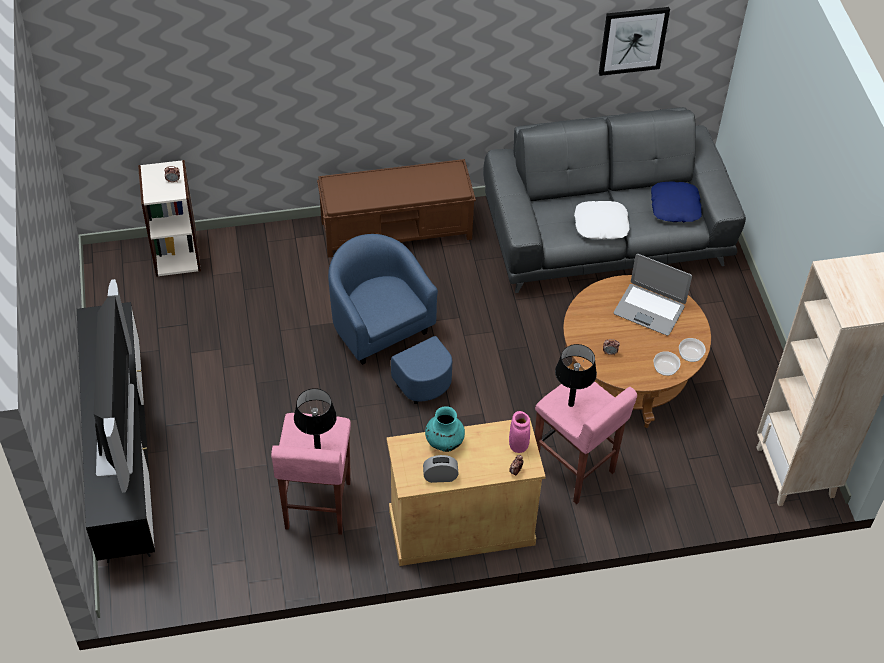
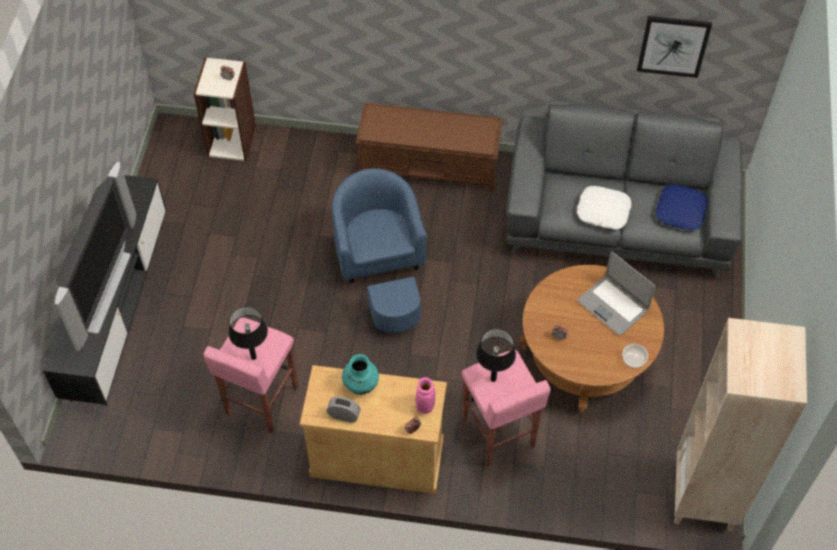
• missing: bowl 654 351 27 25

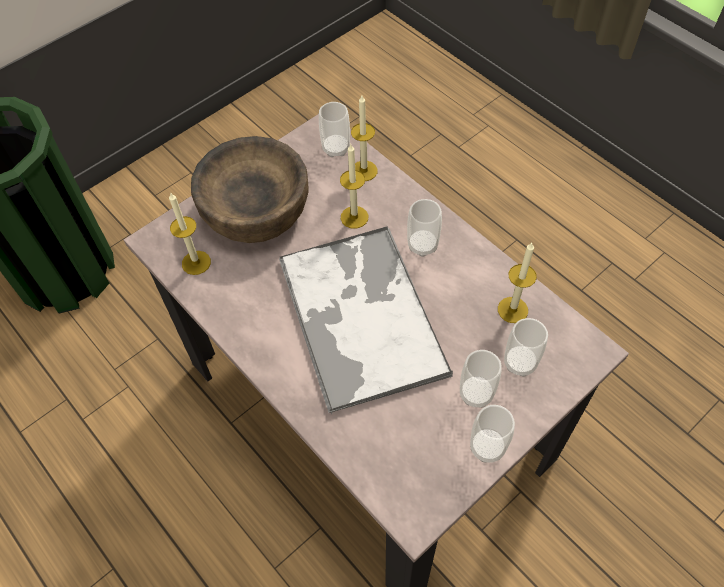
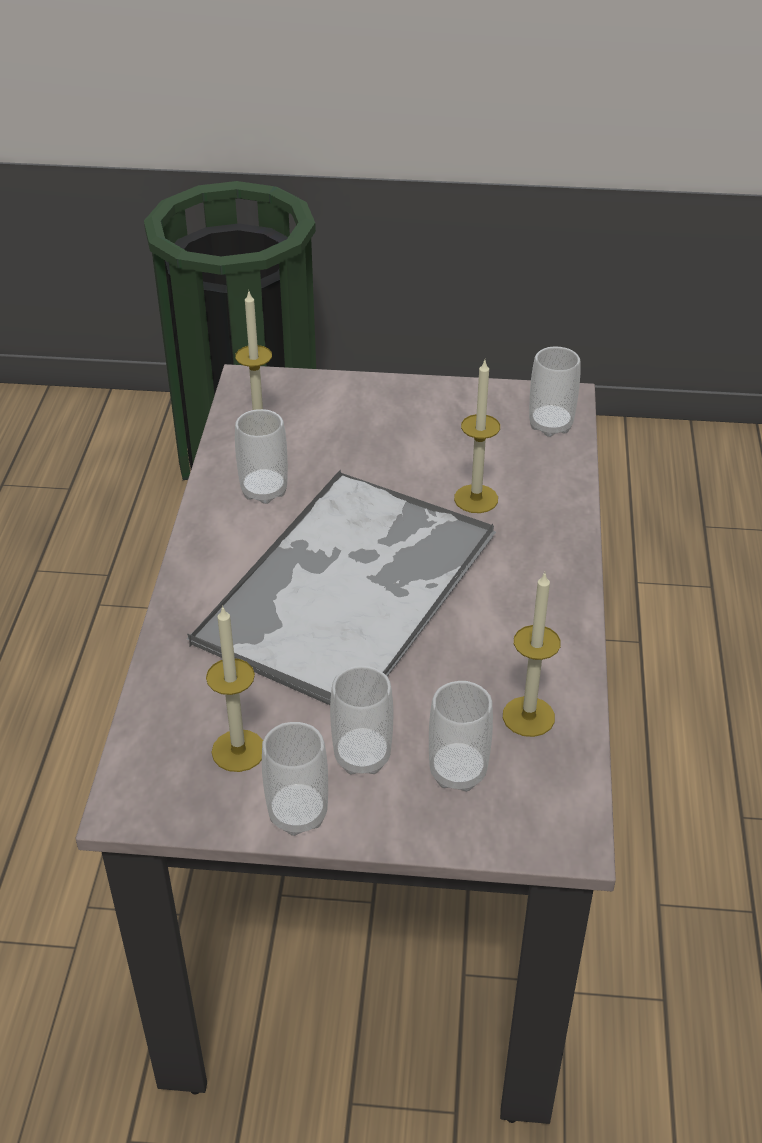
• relocated: candle 351 96 27 85 to 206 605 57 167
• relocated: cup 407 199 35 58 to 235 409 53 95
• missing: brown bowl 191 136 117 107

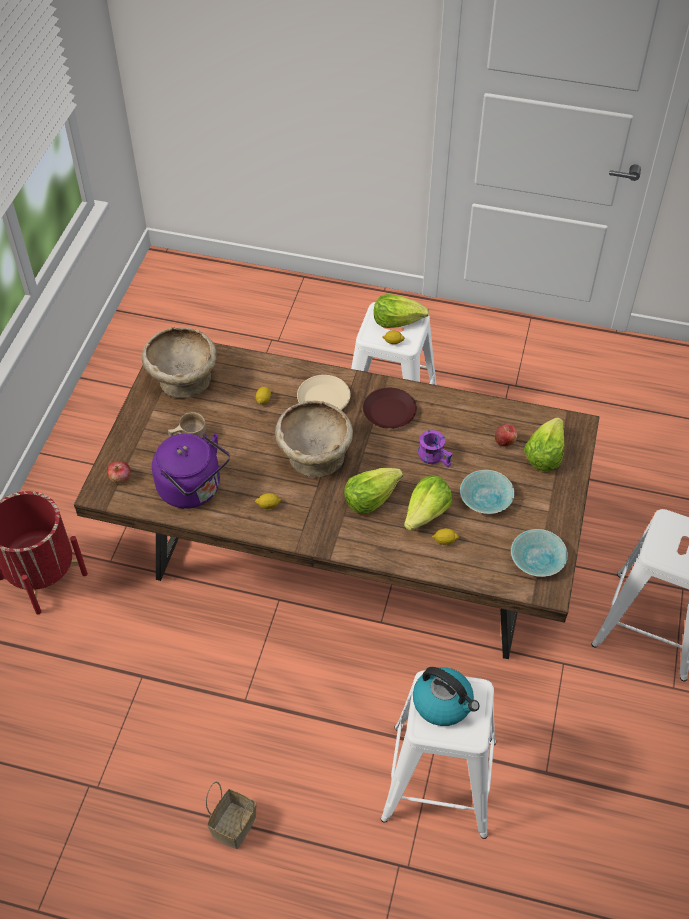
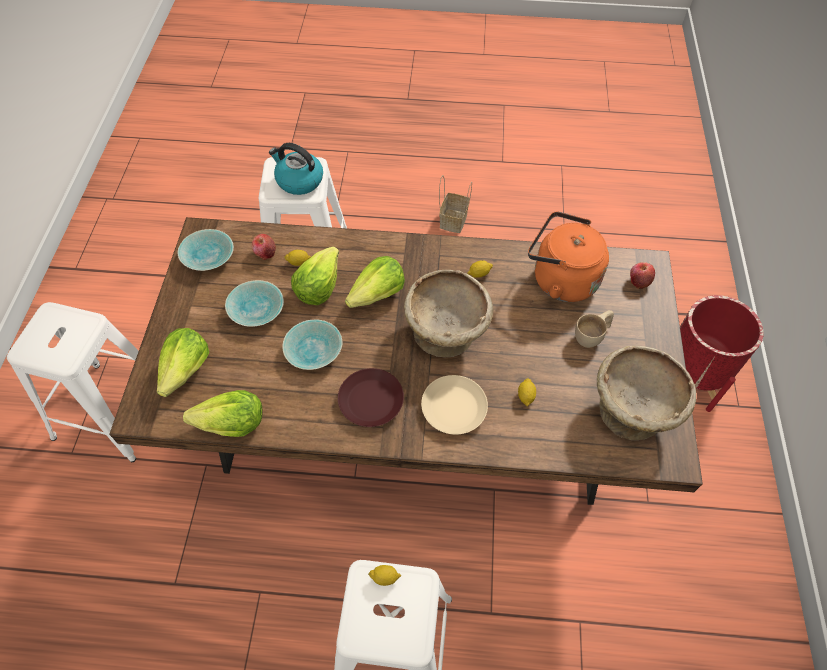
• relocated: lettuce 374 294 55 34 to 183 390 79 47
• relocated: apple 495 424 23 23 to 251 234 25 26
• exchanged: purple mug 418 430 35 37 to turquoise bowl 282 320 60 50
• colour: purple kettle 152 434 78 75 to orange kettle 528 211 81 91

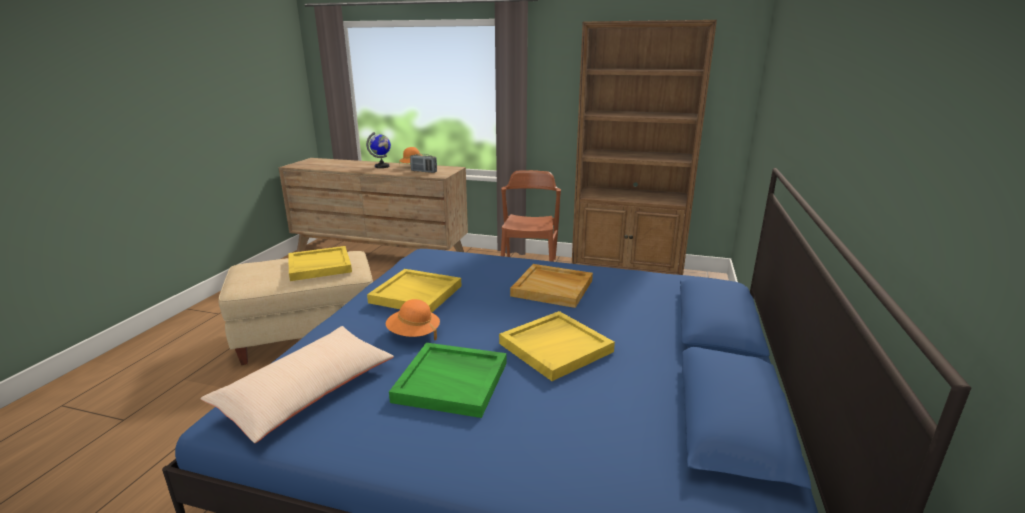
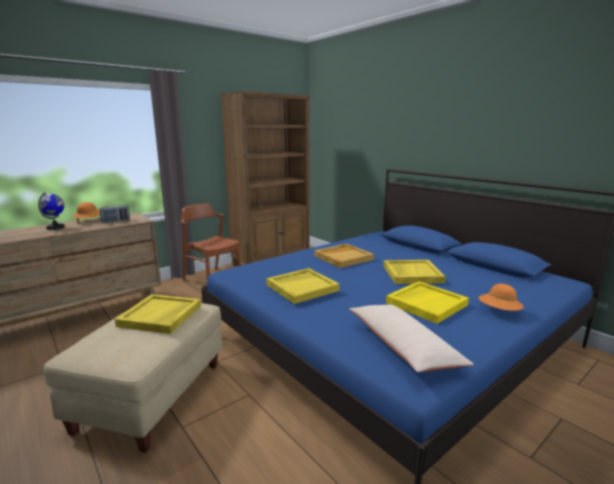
• colour: green tray 389 343 118 75 to yellow tray 386 281 83 43
• relocated: orange hat 386 299 54 41 to 478 284 46 27

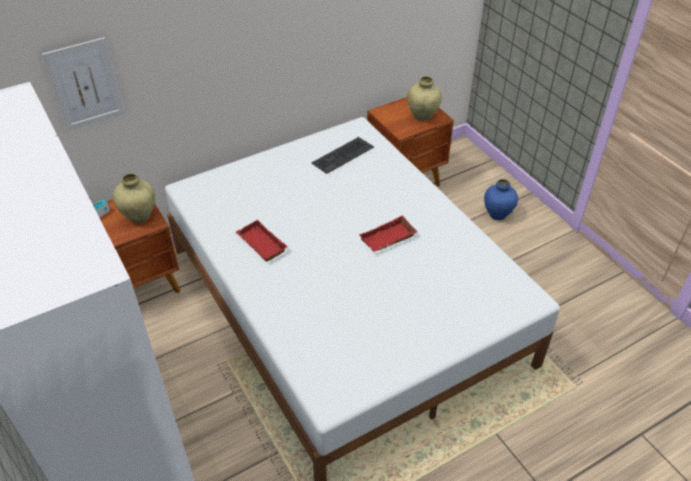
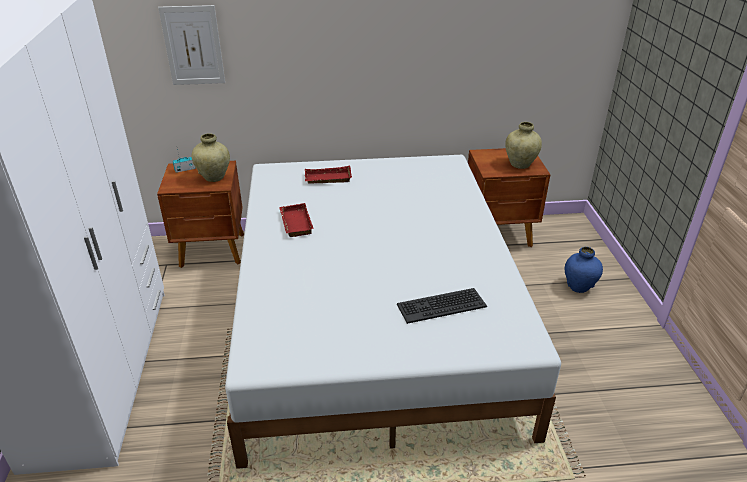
• relocated: red tray 359 215 58 37 to 305 166 47 17
• relocated: keyboard 312 137 62 37 to 397 288 90 36

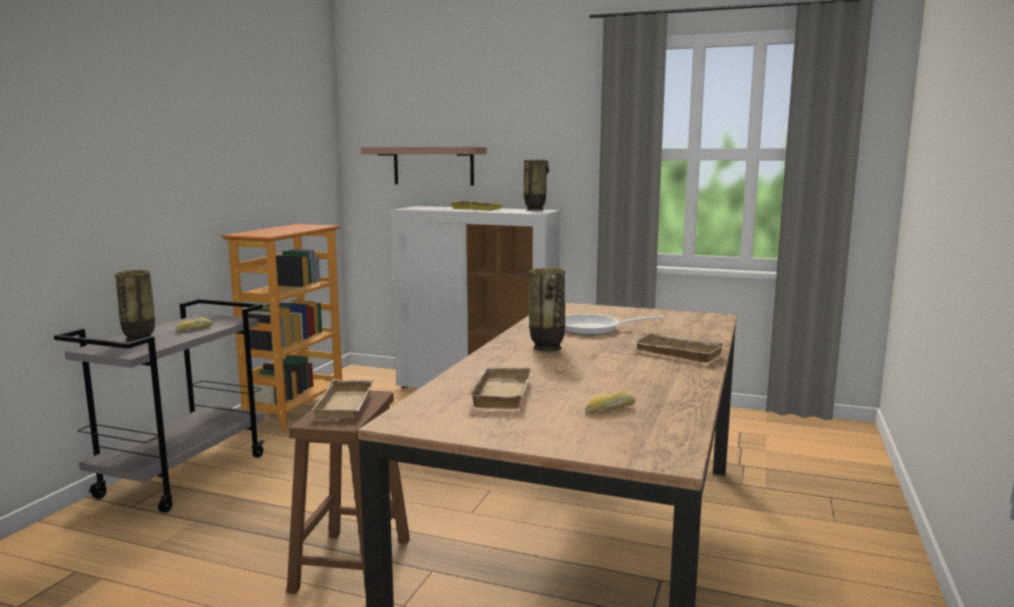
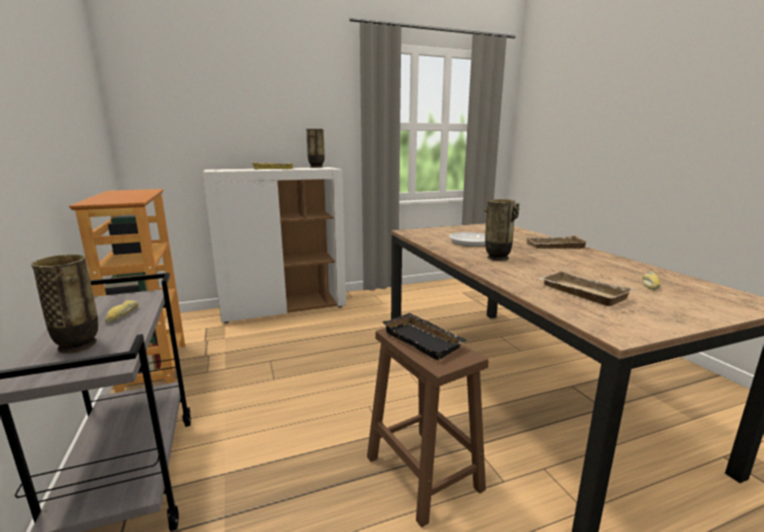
• colour: beige tray 311 379 64 40 to black tray 382 313 86 47
• missing: shelf 361 147 126 39

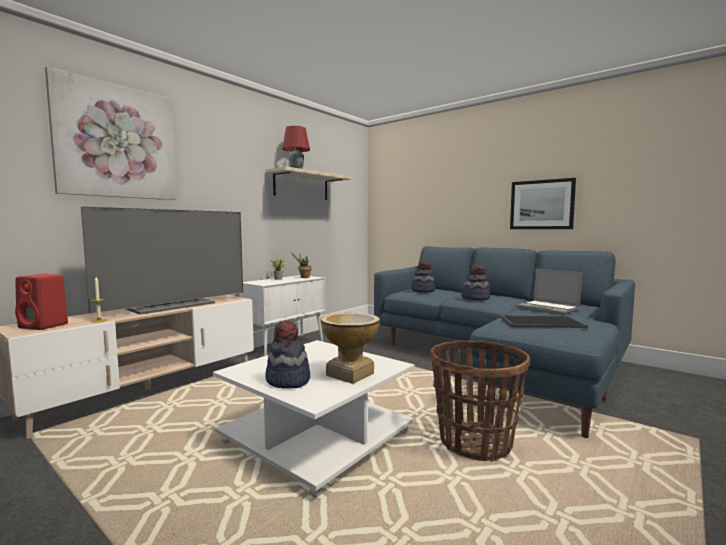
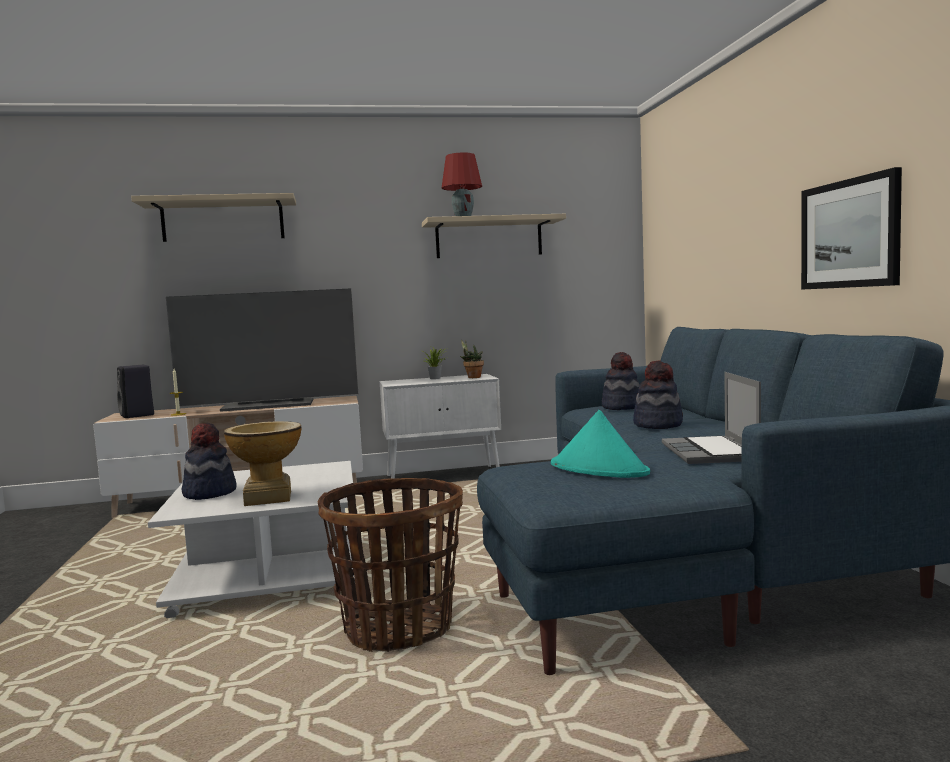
• colour: red speaker 15 274 53 56 to black speaker 117 365 37 53
• exchanged: picture 45 67 132 133 to beige shelf 131 193 165 49
• exchanged: tray 500 315 88 13 to turquoise hat 551 410 99 68

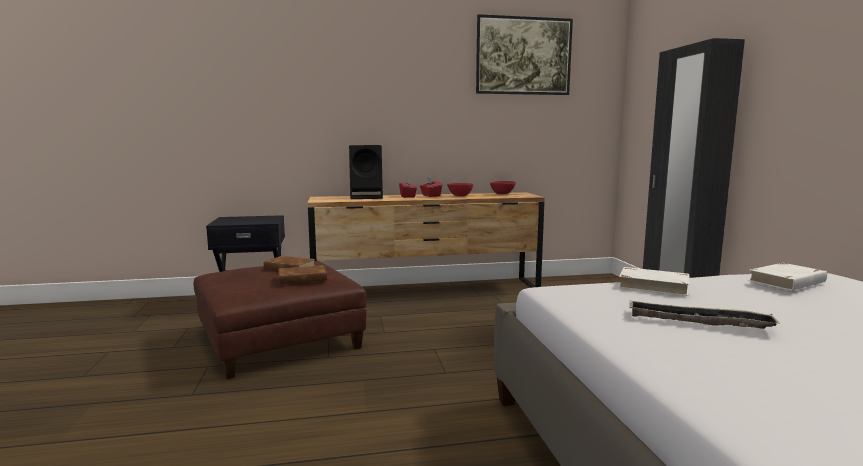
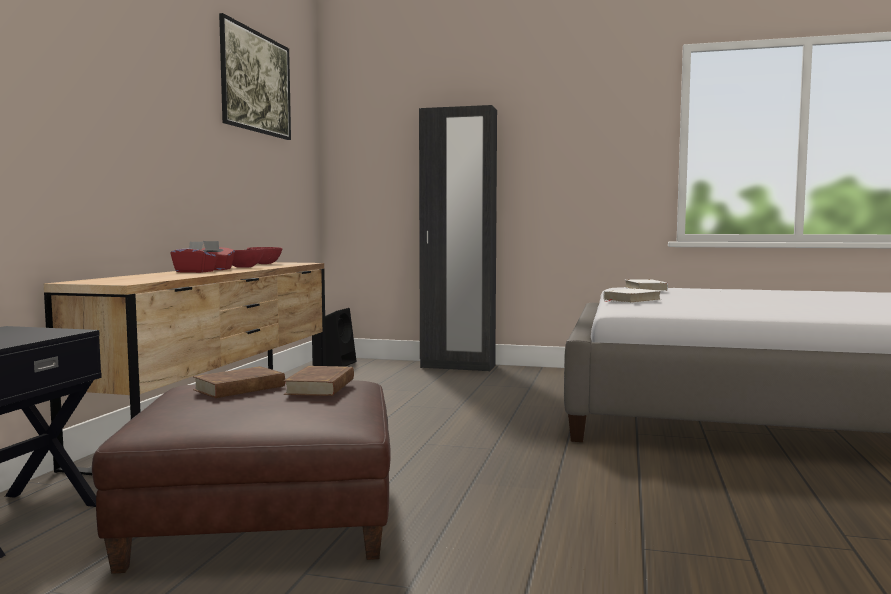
• relocated: black speaker 349 145 34 54 to 312 308 45 59
• missing: tray 629 301 151 28

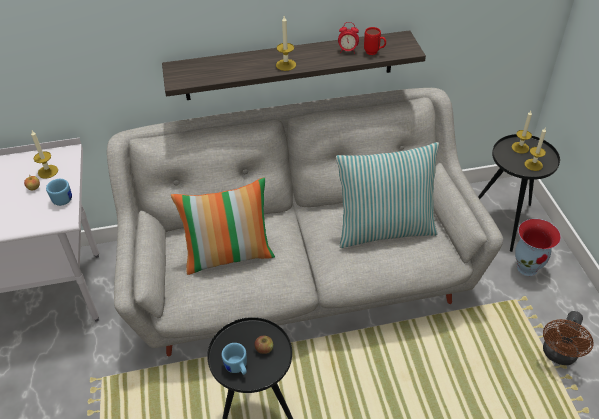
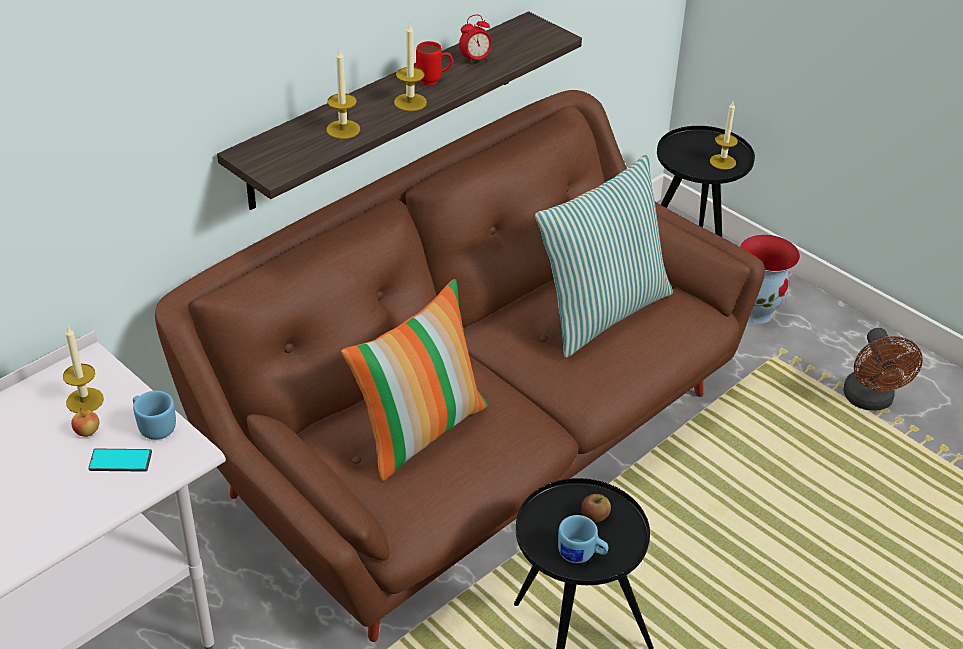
• appeared: phone 88 448 64 24
• colour: grey sofa 107 88 396 269 to brown sofa 155 90 610 552
• relocated: candle 511 111 21 43 to 326 48 34 91
• relocated: red mug 364 27 22 28 to 416 41 37 45

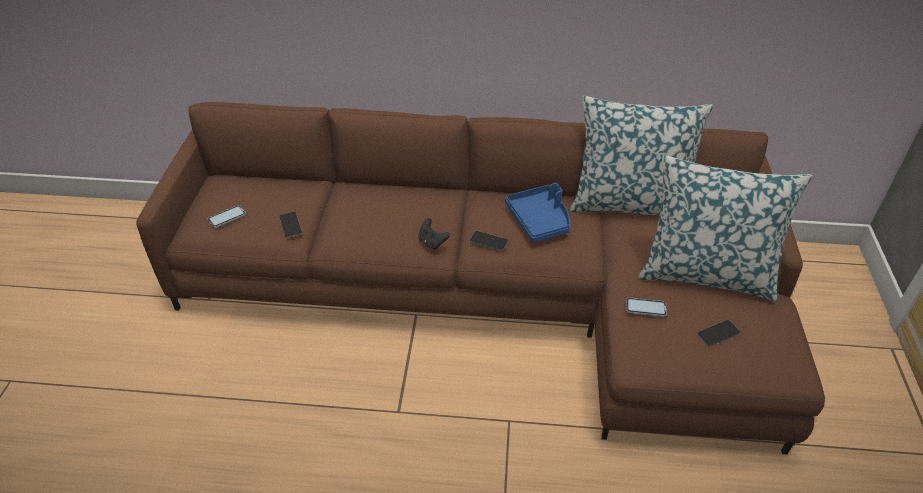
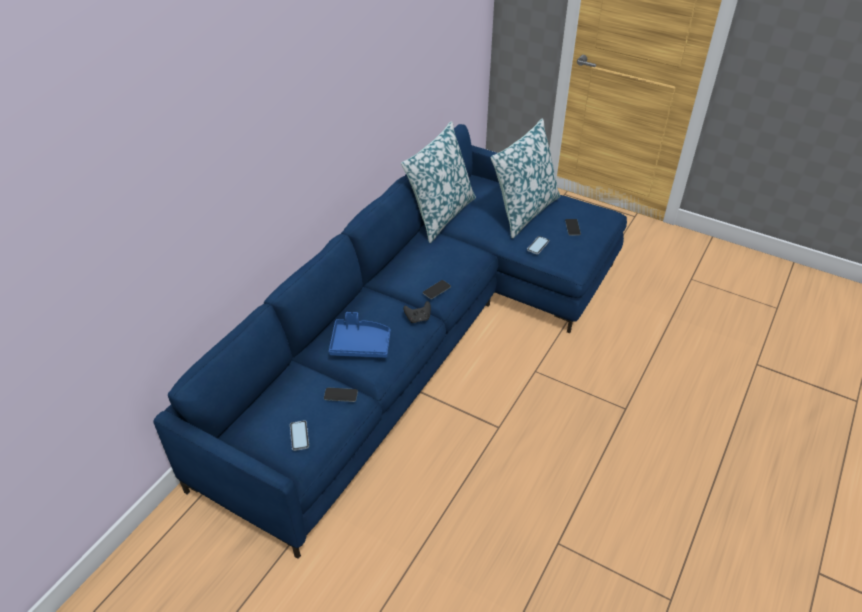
• colour: brown sofa 136 102 689 352 to blue sofa 153 124 474 435
• relocated: blue tray 505 183 65 59 to 329 312 62 46

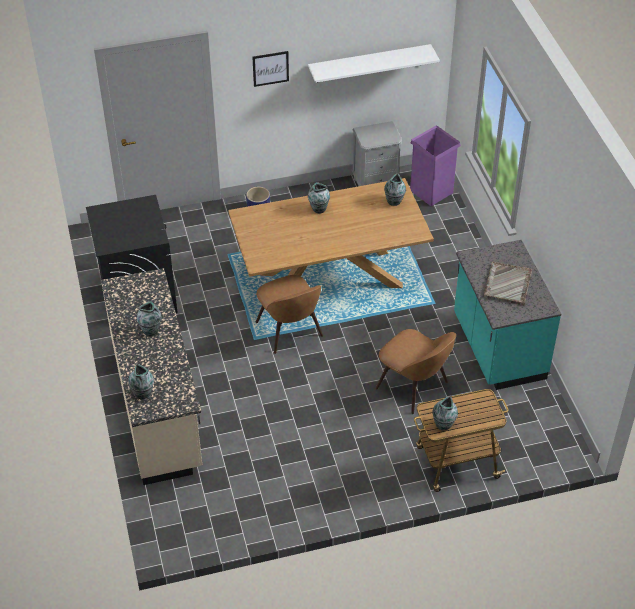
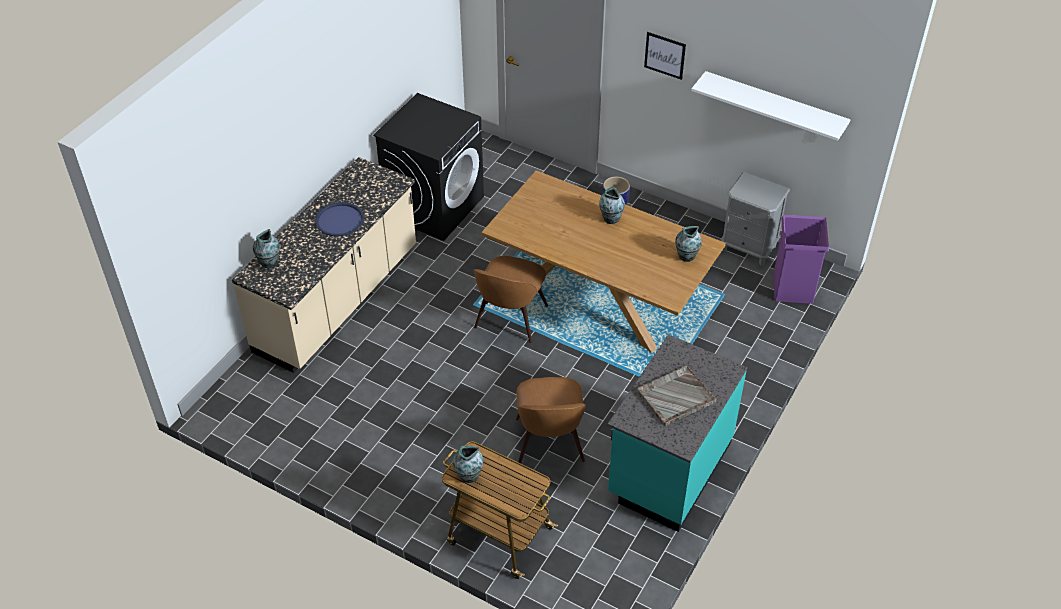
• exchanged: vase 137 301 25 35 to blue tray 315 202 49 34

